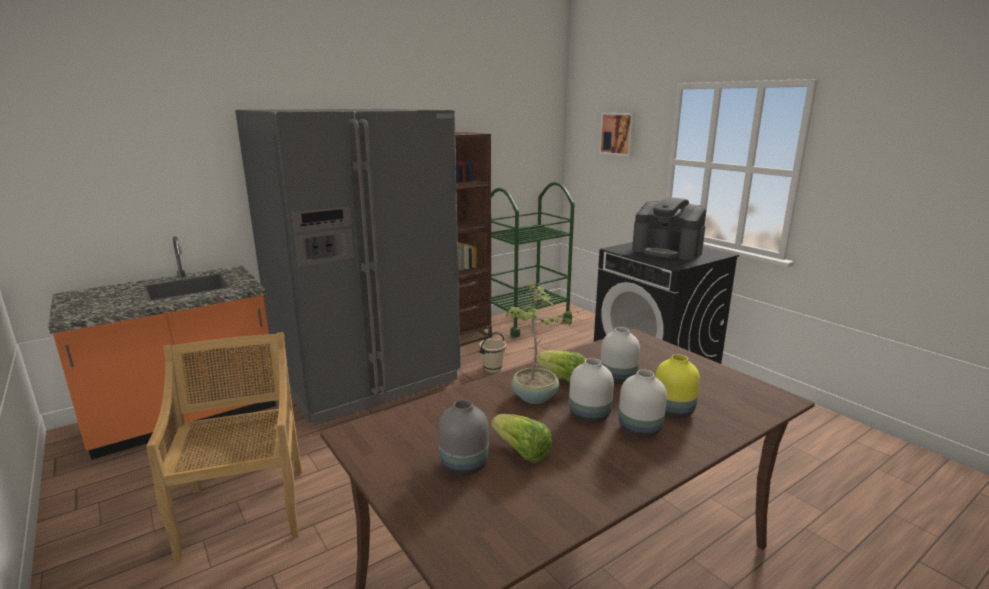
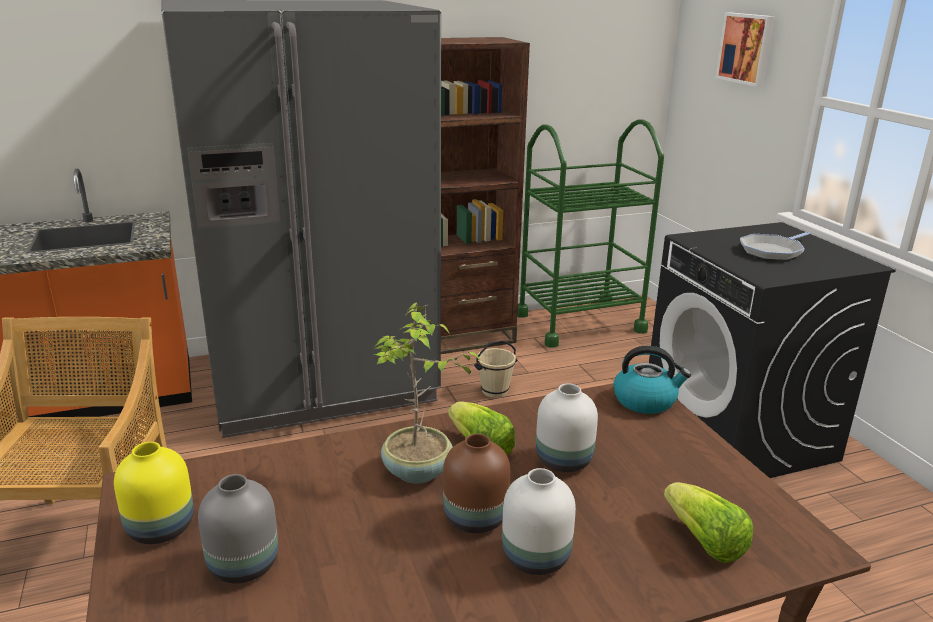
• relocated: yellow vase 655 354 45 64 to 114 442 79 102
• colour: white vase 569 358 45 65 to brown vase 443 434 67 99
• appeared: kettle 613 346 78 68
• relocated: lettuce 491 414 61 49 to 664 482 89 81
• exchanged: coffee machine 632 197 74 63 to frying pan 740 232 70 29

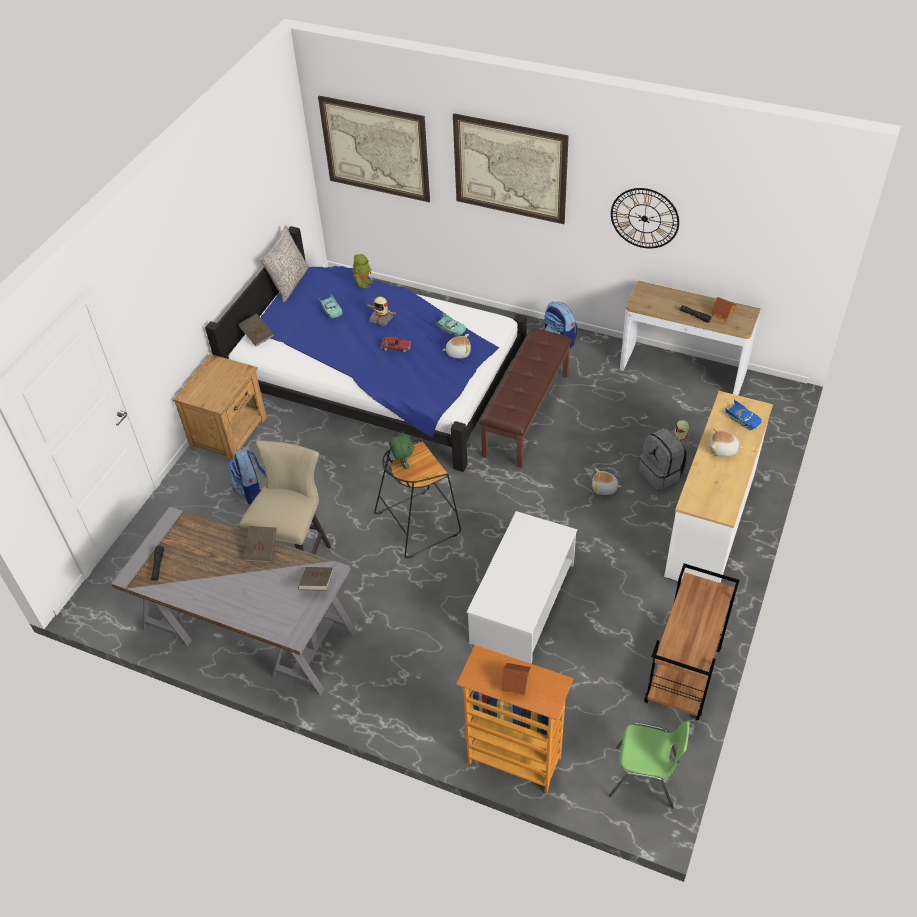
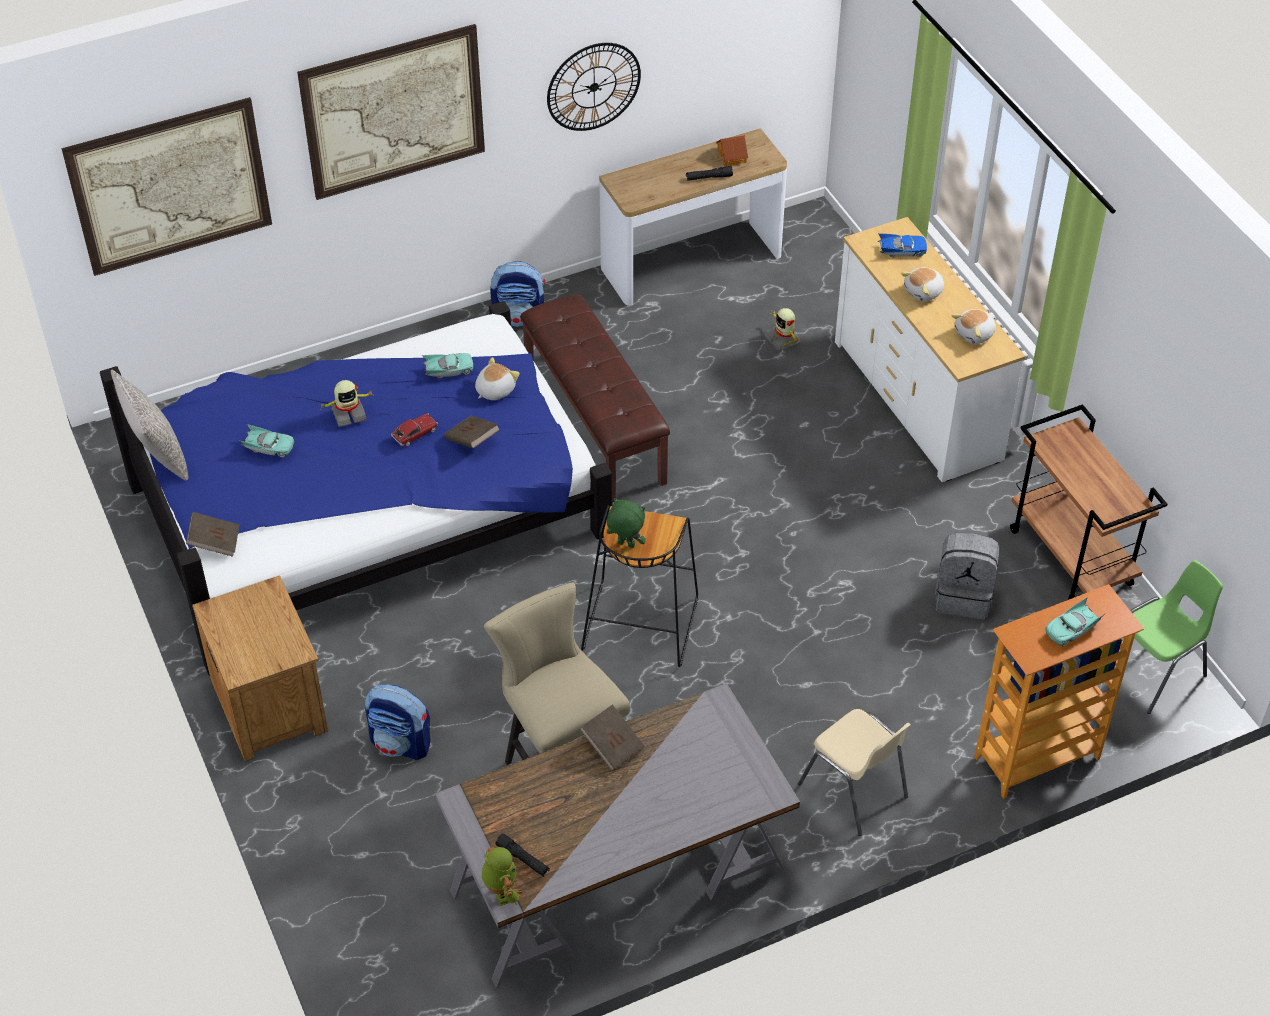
• relocated: brown book 298 567 35 24 to 444 416 56 32
• relocated: toy robot 353 254 20 34 to 482 847 41 59
• appeared: beige chair 798 709 113 127
• relocated: grey backpack 639 428 49 62 to 935 533 64 86
• relocated: plush toy 592 468 30 27 to 952 309 44 35
• exchanged: toy house 501 663 30 33 to turquoise toy car 1045 597 59 49
• missing: white coffee table 467 511 110 153

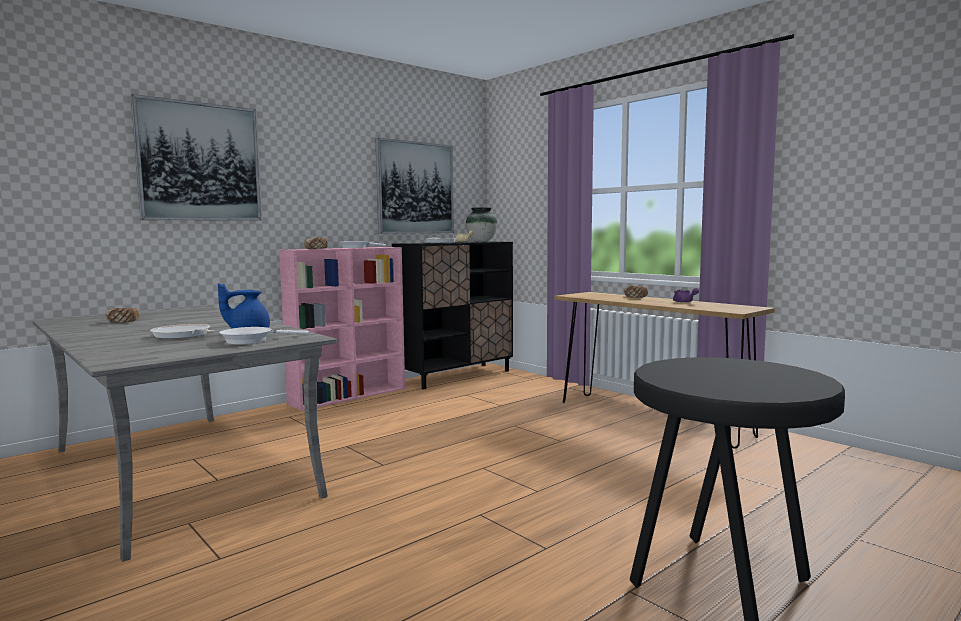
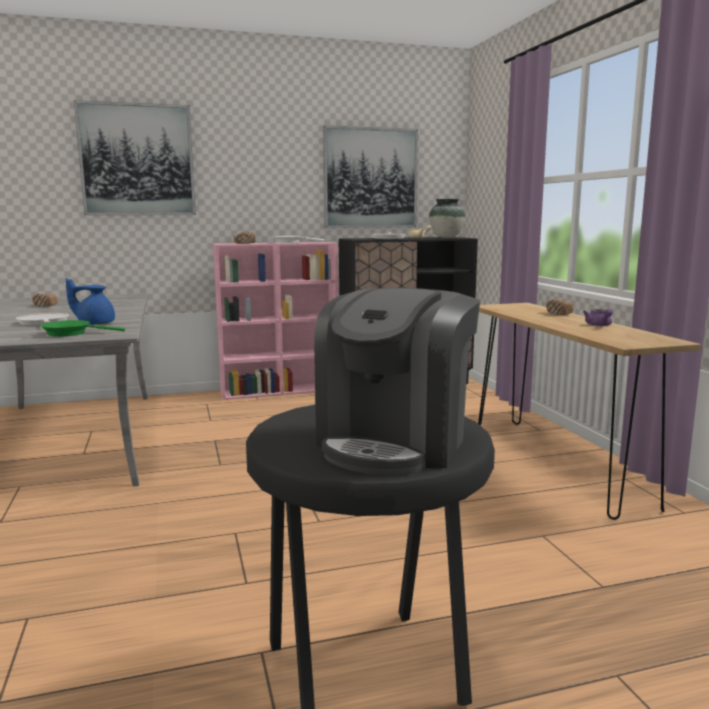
• colour: white frying pan 219 327 90 17 to green frying pan 40 320 85 17
• appeared: coffee machine 314 288 166 187

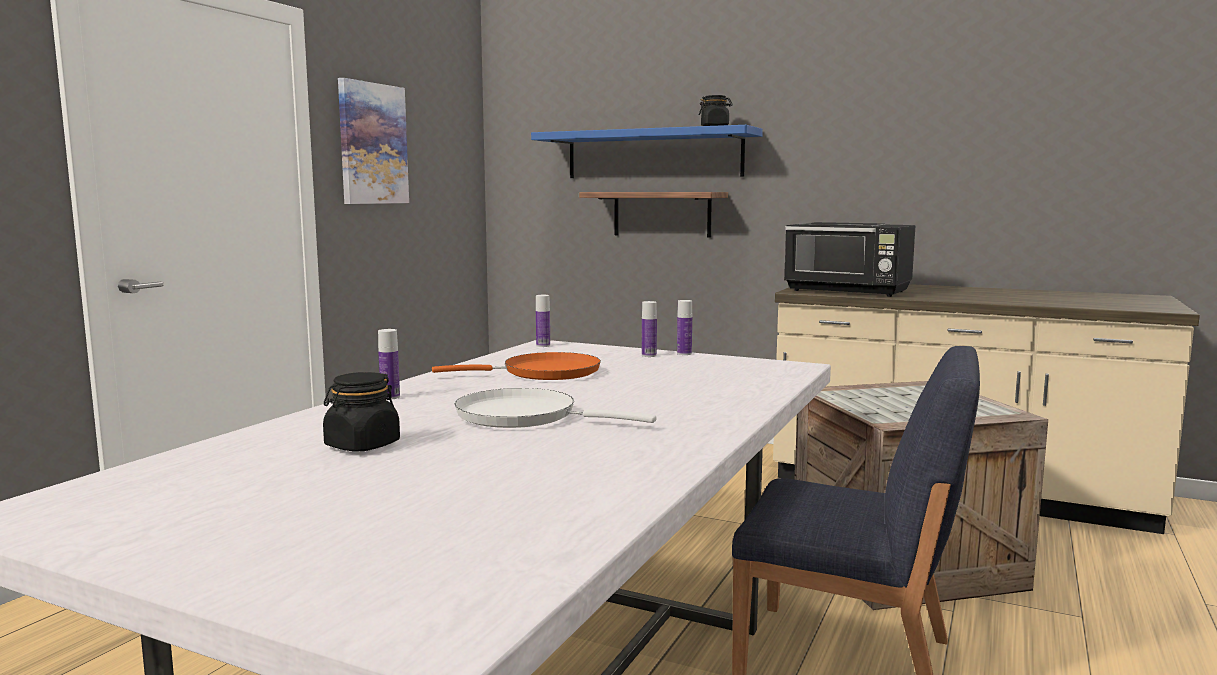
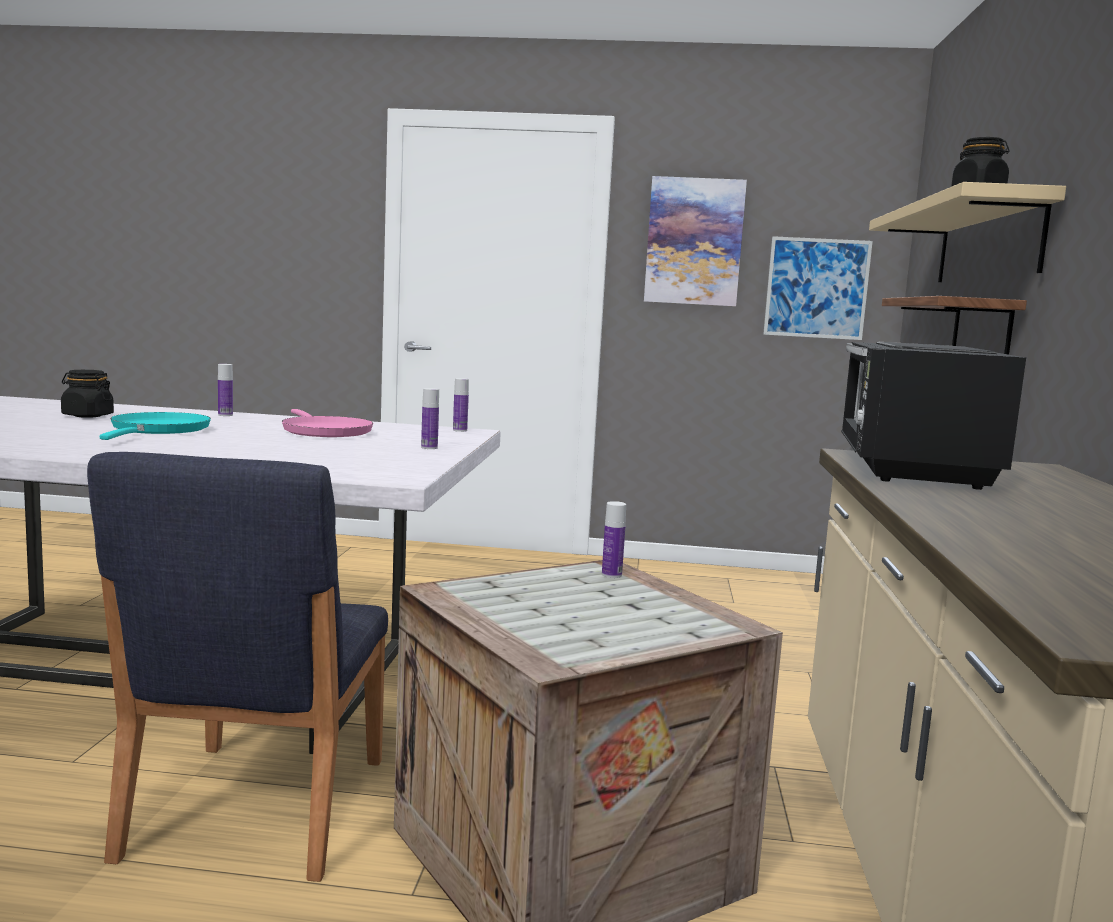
• colour: white frying pan 455 388 202 40 to turquoise frying pan 100 412 111 28
• colour: orange frying pan 432 352 169 28 to pink frying pan 282 409 91 28
• relocated: bottle 677 300 15 55 to 602 501 24 77
• appeared: picture 763 236 110 104
• colour: blue shelf 531 125 232 53 to beige shelf 869 182 197 100

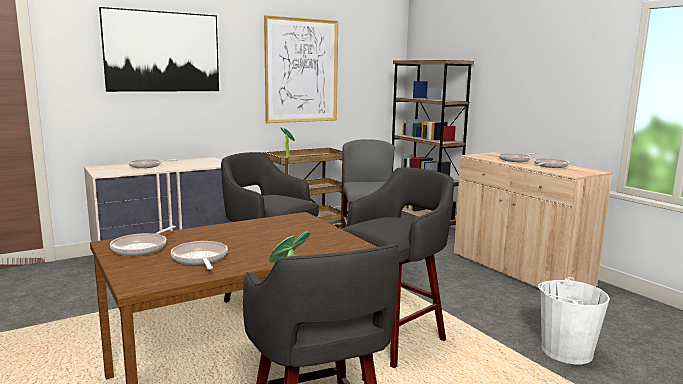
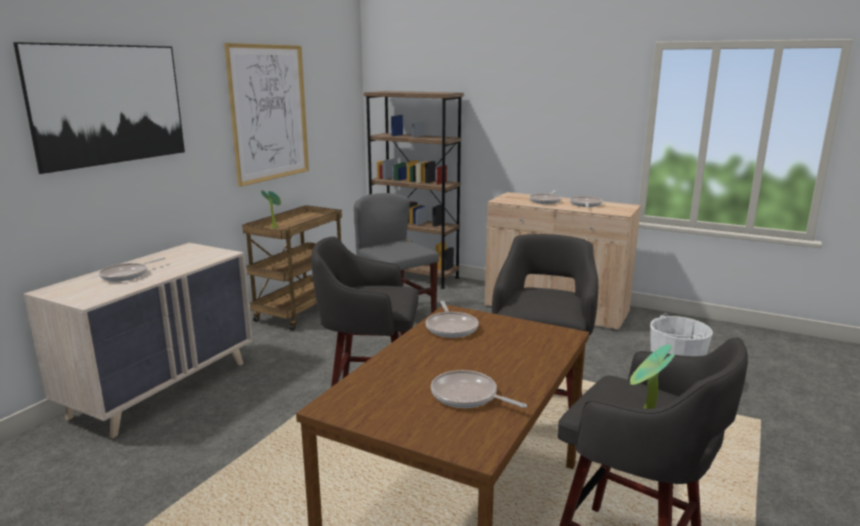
• relocated: frying pan 110 226 66 30 to 426 301 53 37

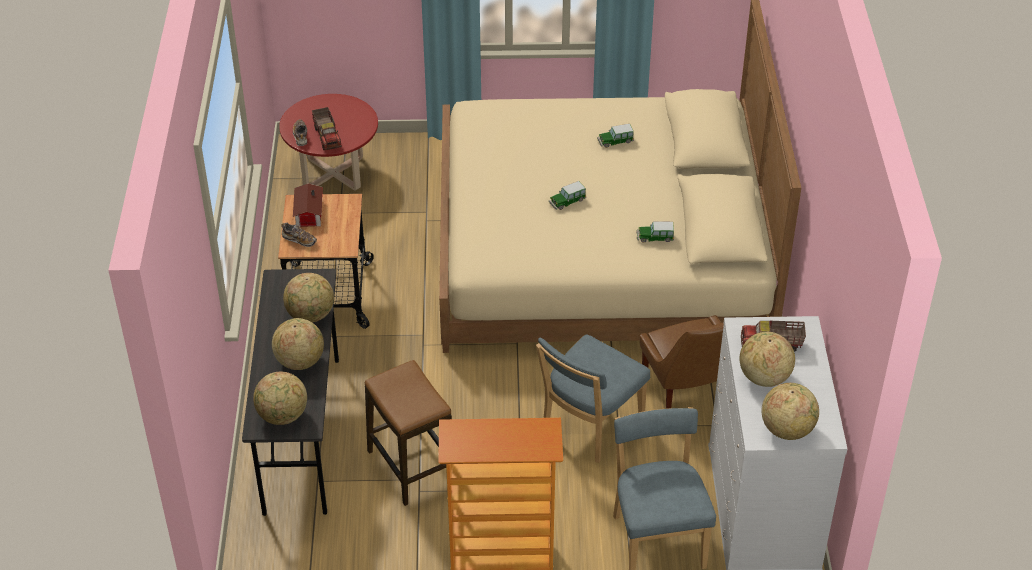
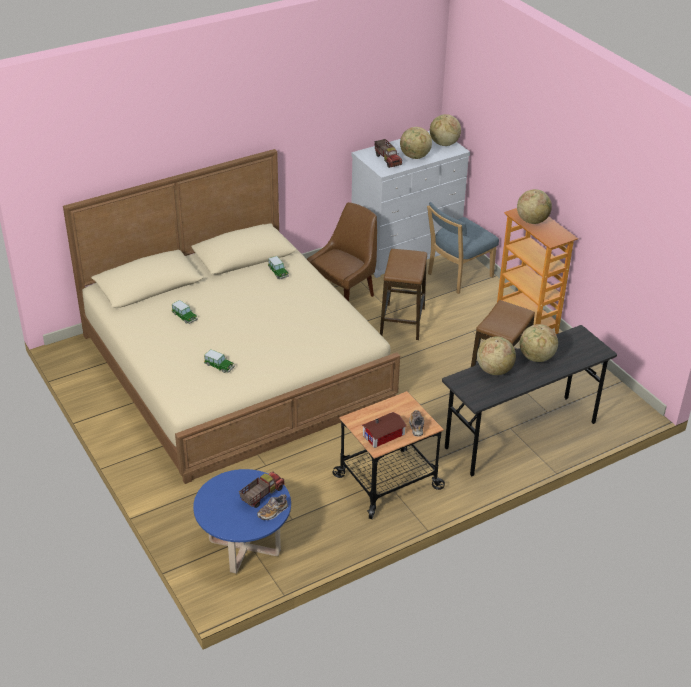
• colour: red coffee table 279 94 99 97 to blue coffee table 193 469 98 105
• relocated: toy car 549 181 37 29 to 204 349 31 24
• exchanged: blue chair 536 335 114 128 to stool 380 249 47 91
• relocated: globe 253 372 54 53 to 517 189 35 35

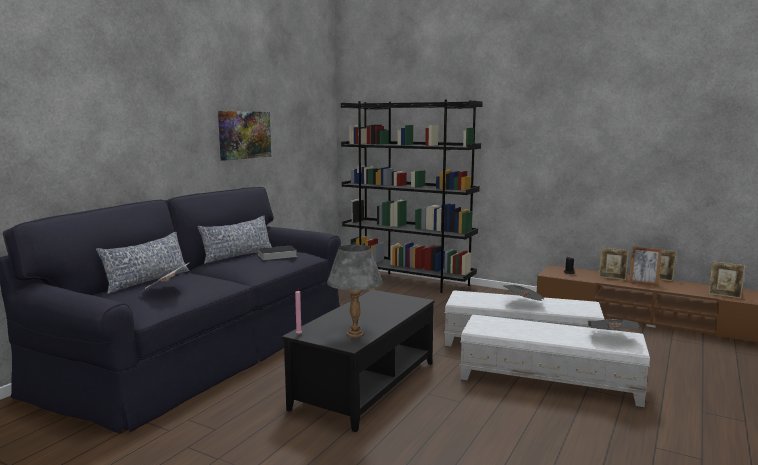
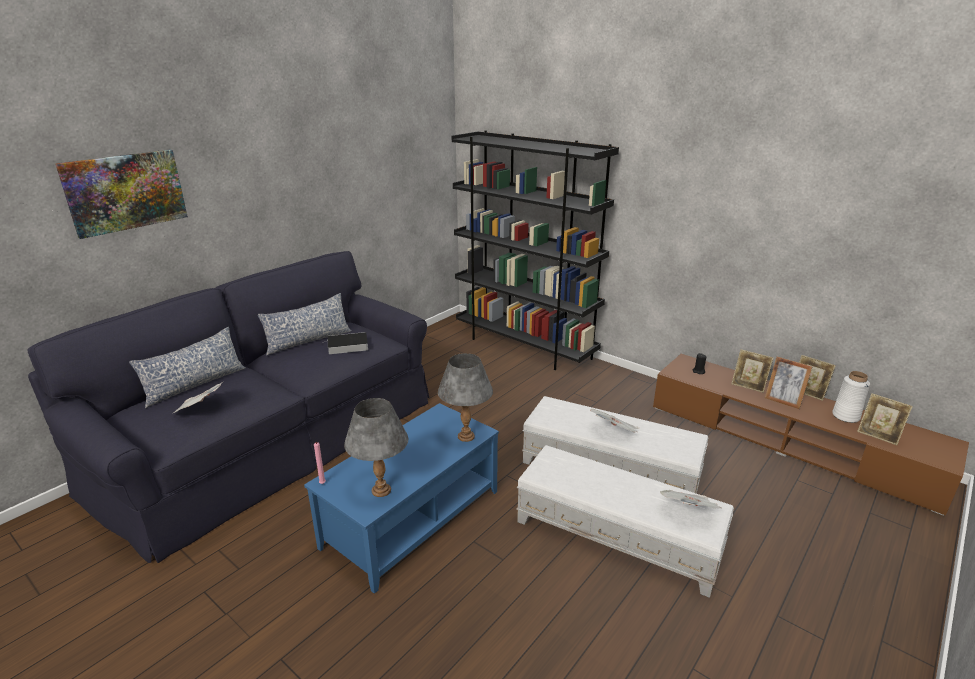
• relocated: picture 218 111 53 50 to 56 150 132 89
• colour: black coffee table 282 290 152 142 to blue coffee table 304 403 195 191
• appeared: grey table lamp 438 353 55 89
• appeared: white vase 832 371 38 52

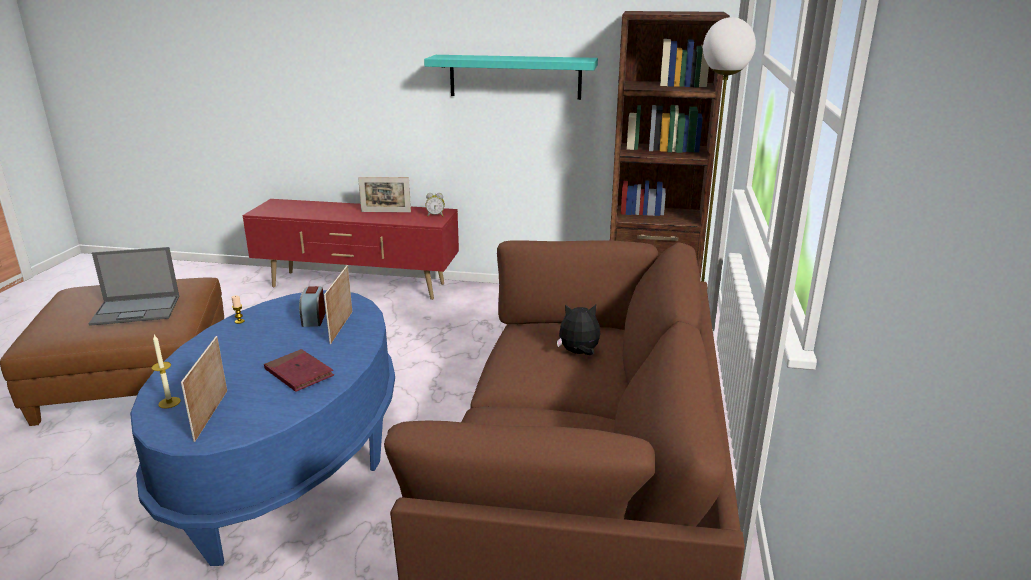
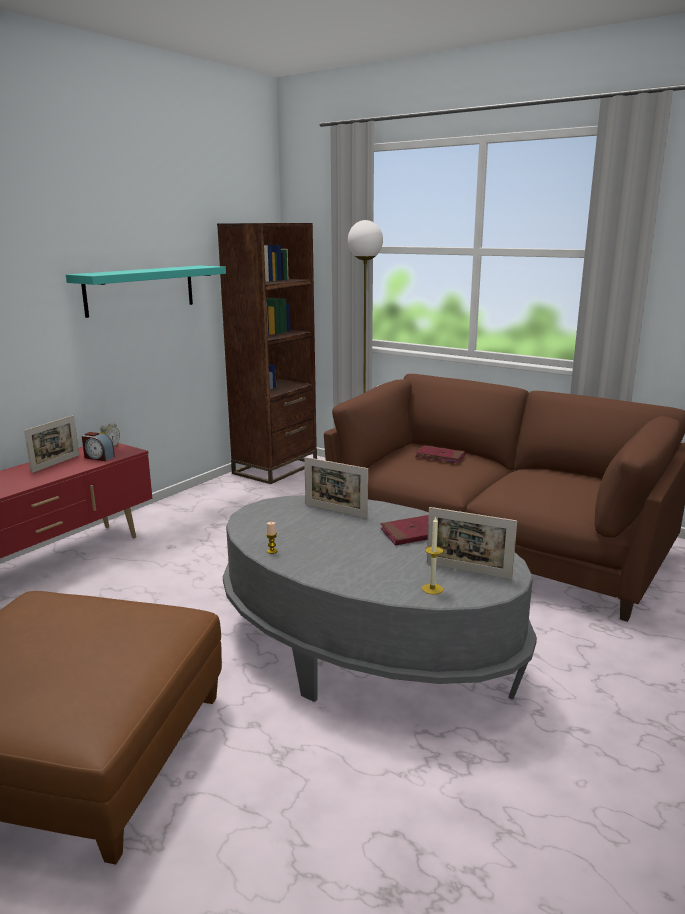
• relocated: alarm clock 299 286 27 41 to 82 432 33 29
• colour: blue coffee table 130 290 265 276 to grey coffee table 223 495 314 207
• exchanged: plush toy 557 304 43 51 to red book 415 445 50 18
• missing: laptop 89 247 90 79

